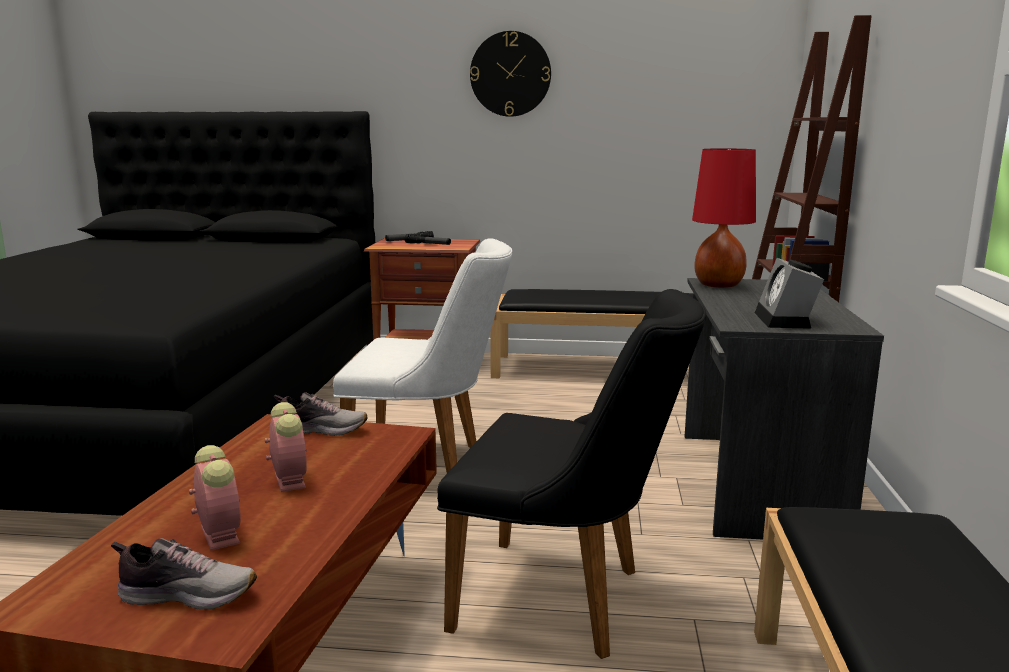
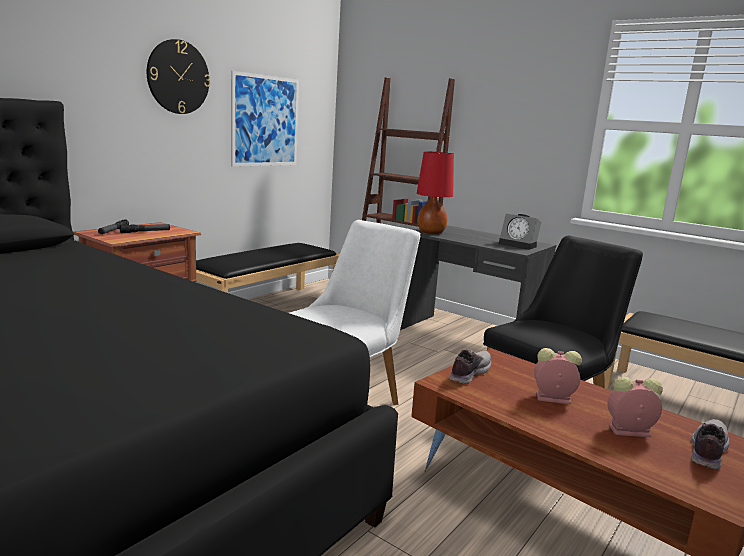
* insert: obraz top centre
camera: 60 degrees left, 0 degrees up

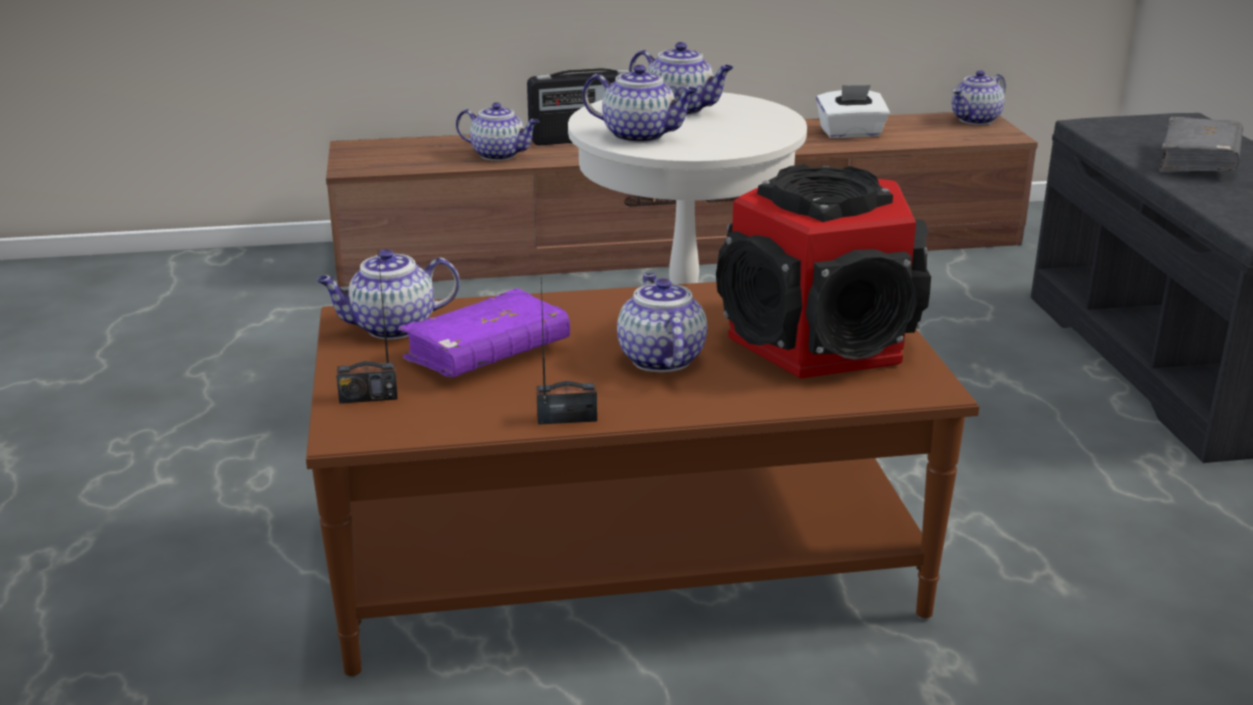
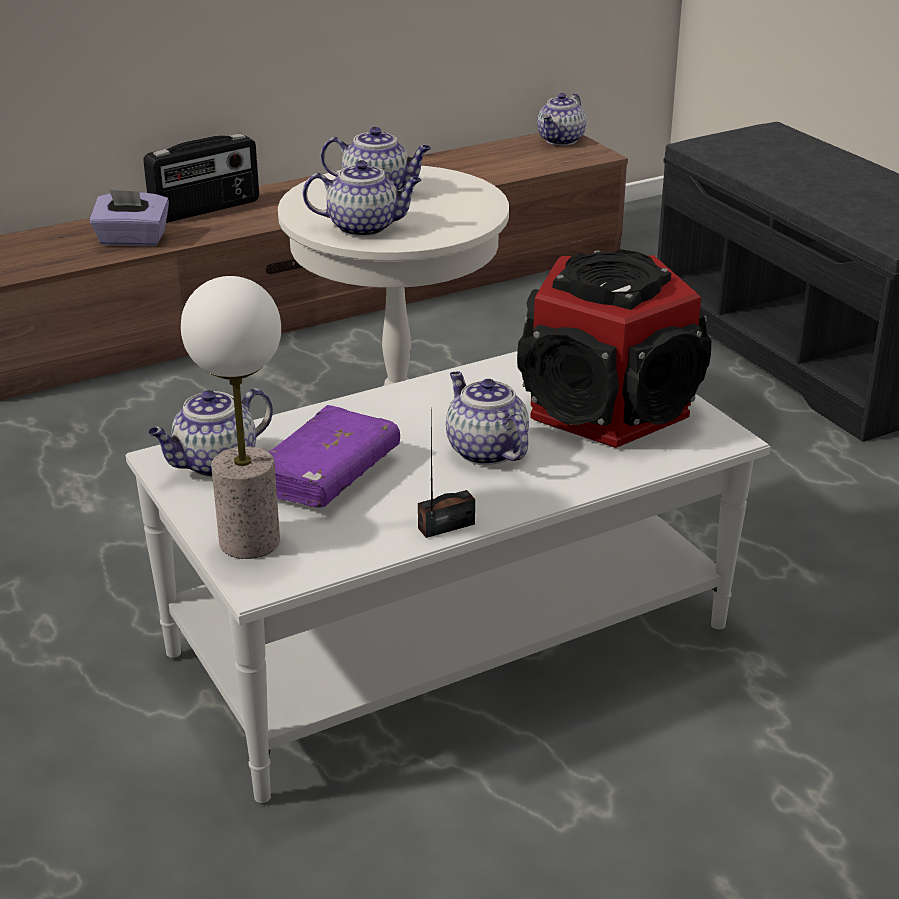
* delete: pudełko chusteczek [biały] top right
* delete: książka [szary] top right
* replace: radio (1st from left) middle left to lampa stołowa middle left
* replace: imbryk (2nd from left) top centre to pudełko chusteczek [fioletowy] top left
* recolor: ława [brązowy] bottom centre to ława [biały] centre
camera: 20 degrees left, 5 degrees up

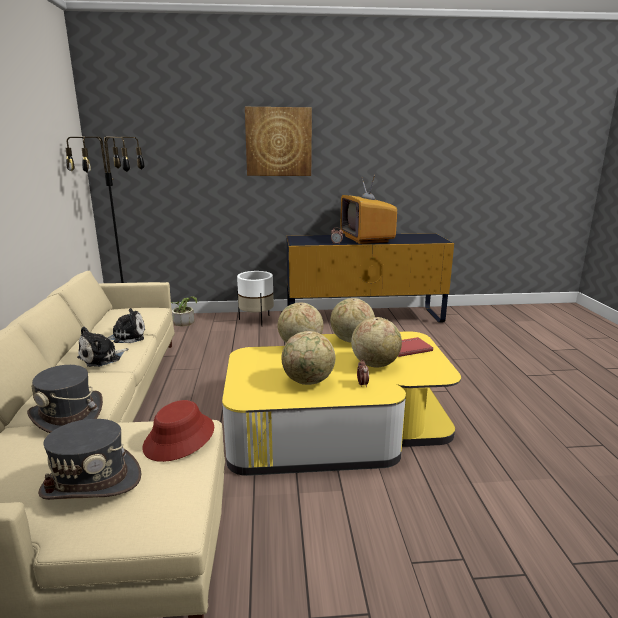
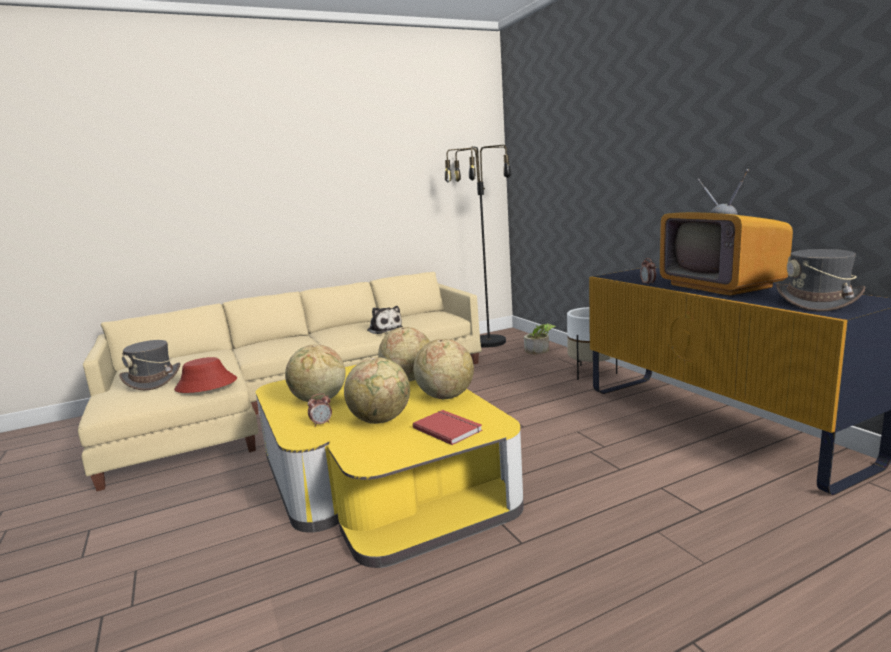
* delete: pluszak (1st from left) middle left
* delete: obraz top centre
* move: kapelusz [szary] (1st from left in the first image) middle left to kapelusz [szary] (2nd from left) middle right
* rotate: telewizor centre = middle right 75 degrees counterclockwise
camera: 70 degrees right, 5 degrees down

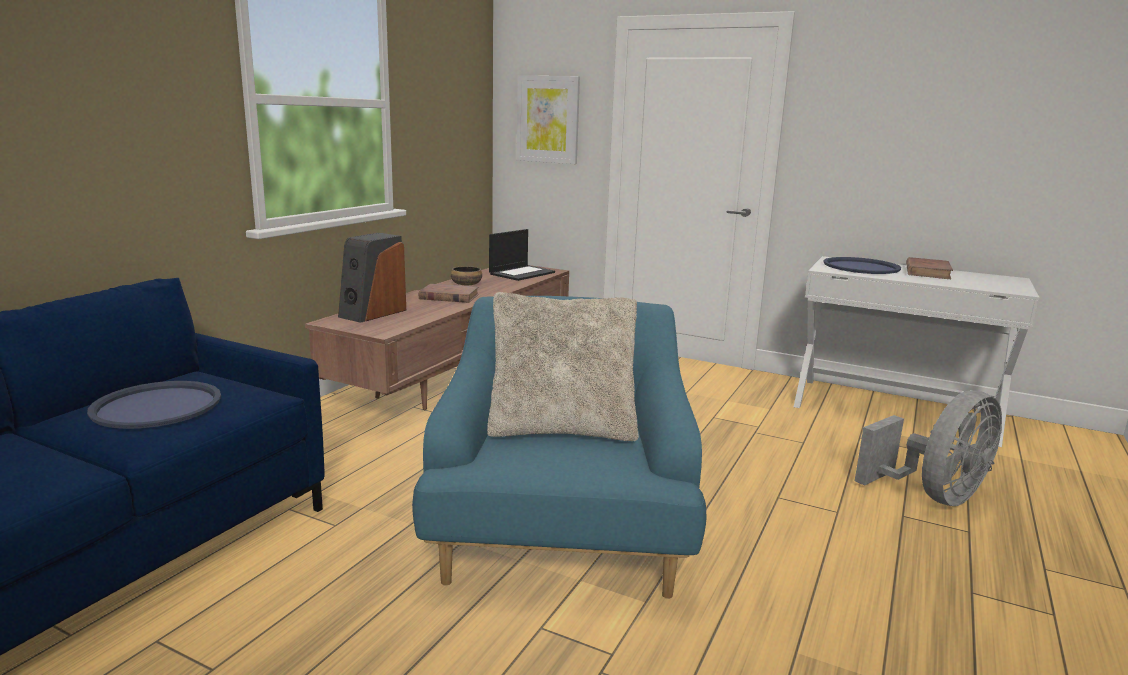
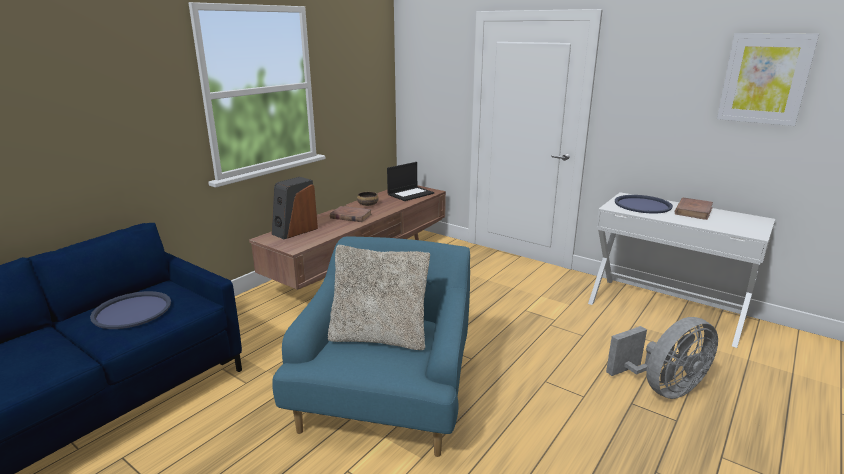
* move: obraz top centre to top right
camera: 10 degrees right, 5 degrees up

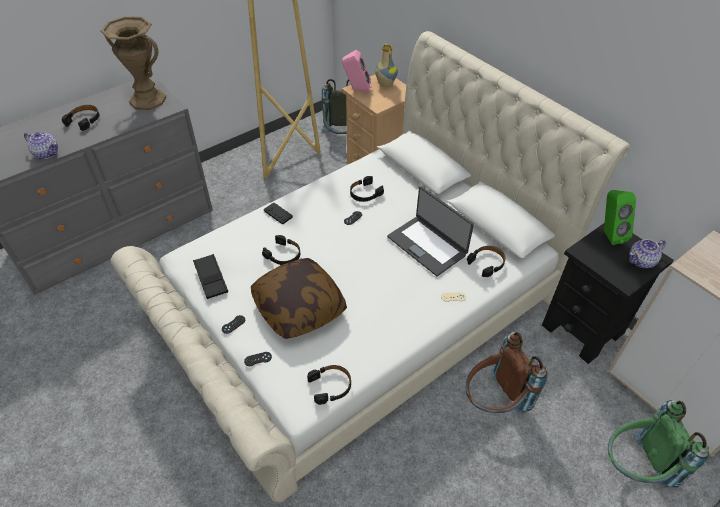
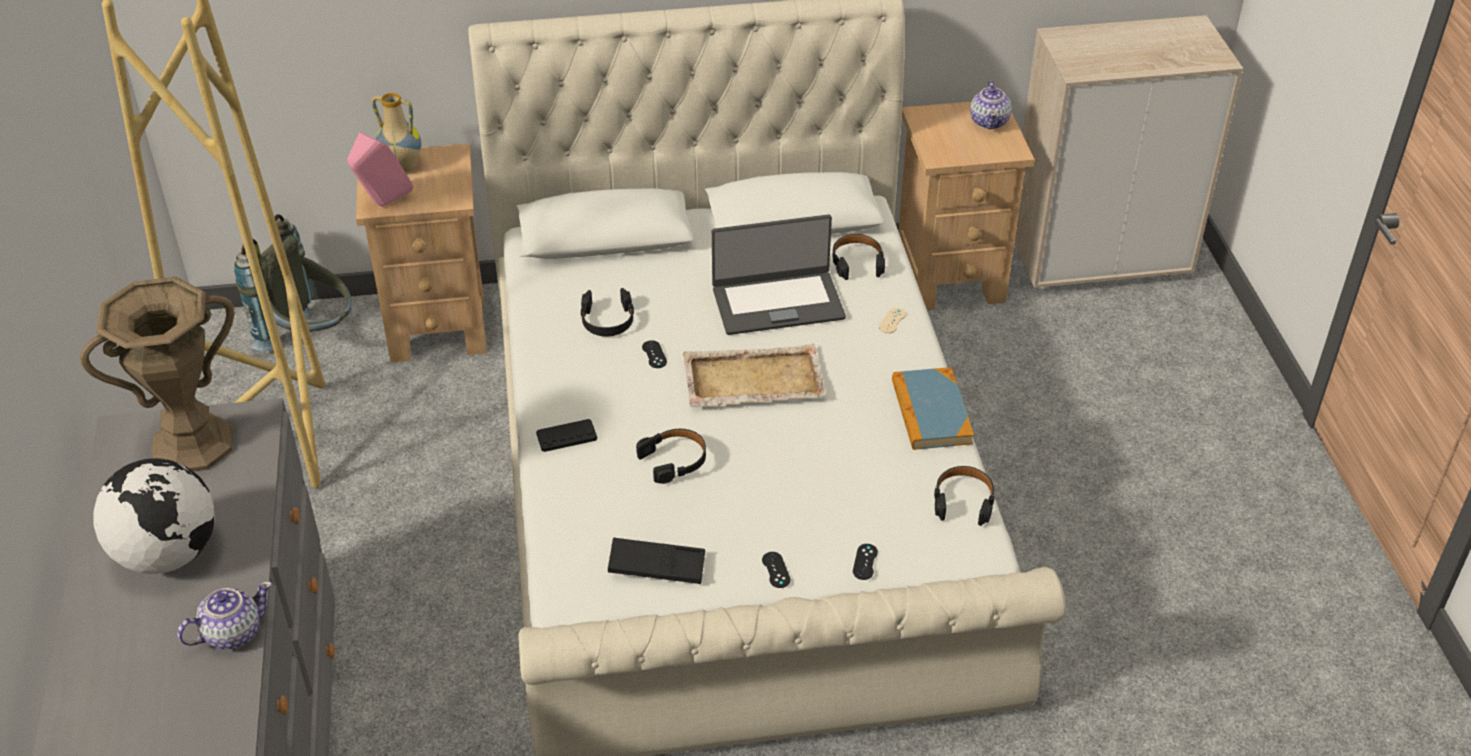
* delete: poduszka centre
* delete: plecak [brązowy] bottom right
* delete: głośnik [zielony] middle right
* delete: plecak [zielony] bottom right
* insert: taca [beżowy] centre
* insert: książka centre
* replace: słuchawki [czarny] (1st from left) top left to globus bottom left
* recolor: szafka nocna [czarny] middle right to szafka nocna [beżowy] (2nd from left) top centre
camera: 60 degrees left, 5 degrees down

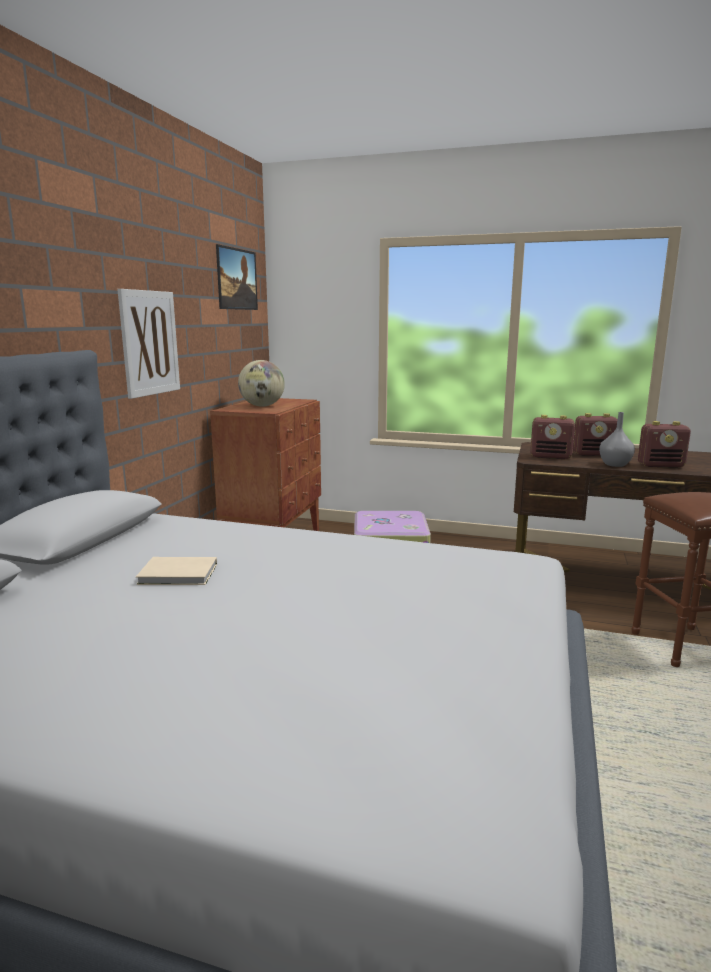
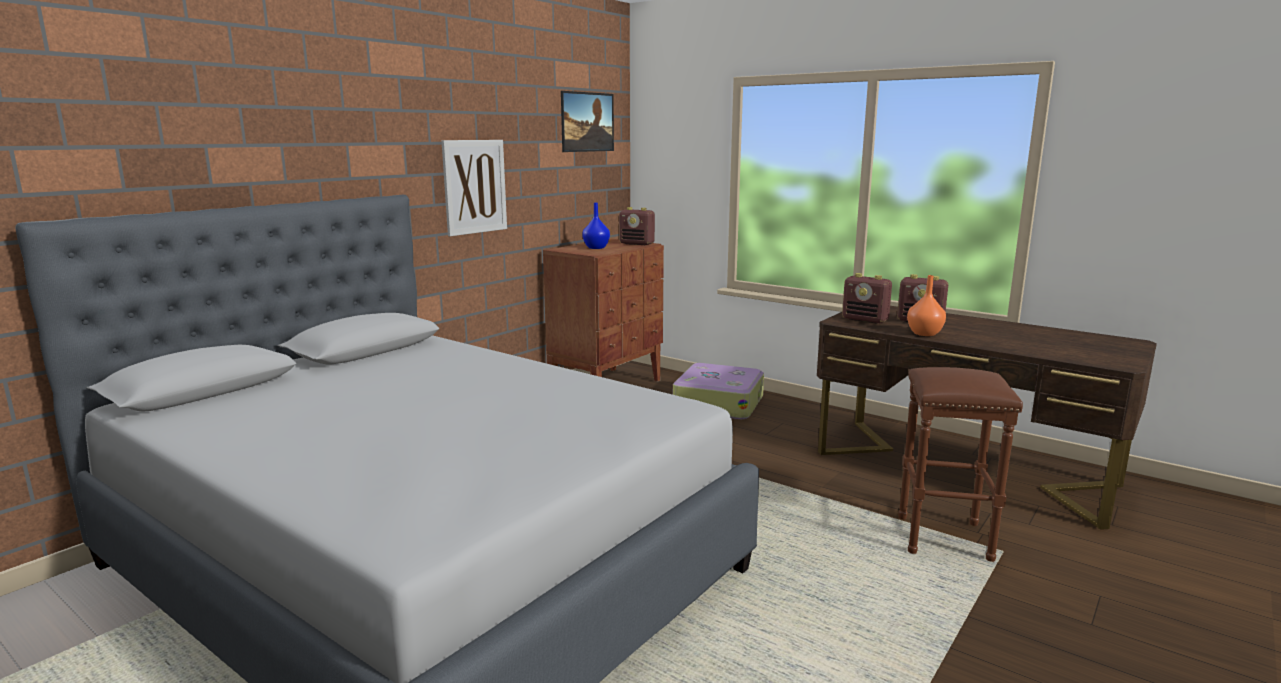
* delete: książka [beżowy] middle left
* move: radio (3rd from left in the first image) middle right to radio (1st from left) top centre
* replace: globus centre to wazon [niebieski] top centre
* recolor: wazon [szary] middle right to wazon [pomarańczowy] middle right
camera: 20 degrees right, 0 degrees up

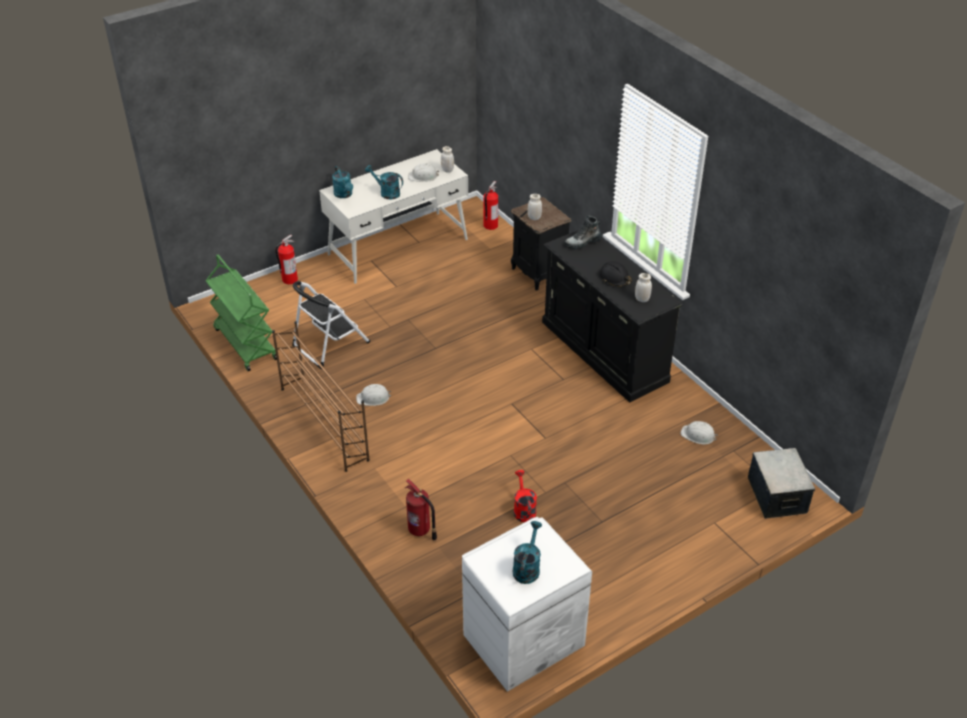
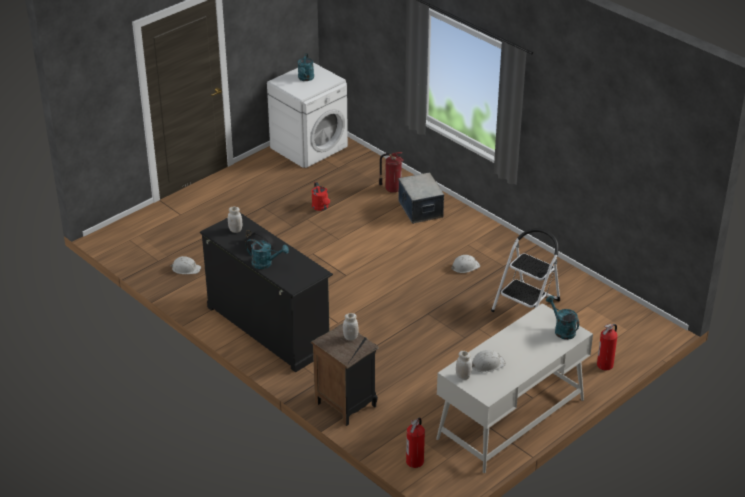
* delete: wózek [zielony] middle left
* delete: regał na buty [brązowy] middle left
* delete: but z cholewką top centre
* move: konewka [turkusowy] (2nd from left in the first image) top centre to konewka [turkusowy] (1st from left) centre
* move: pojemnik do przechowywania bottom right to centre
camera: 170 degrees right, 5 degrees down

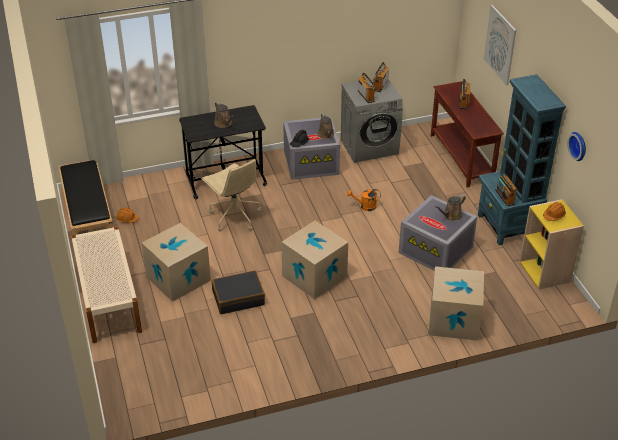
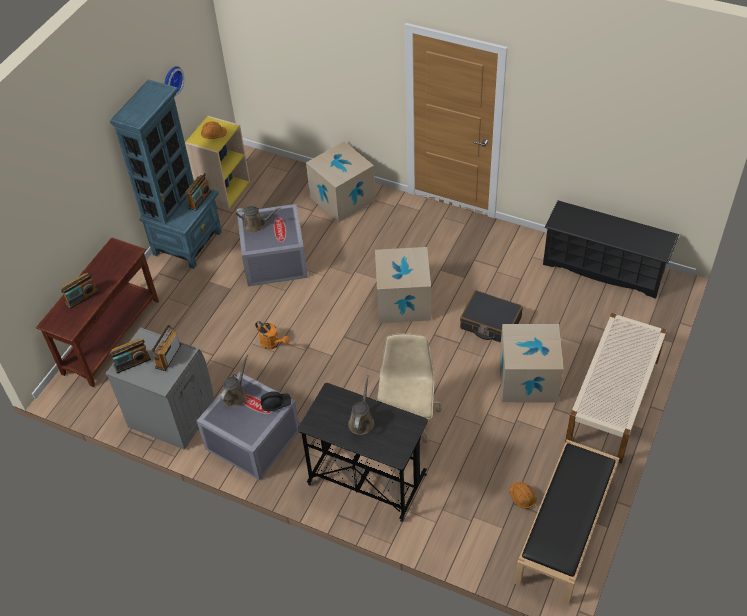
* delete: obraz top right
* insert: regał na buty [czarny] middle right
camera: 135 degrees left, 10 degrees up

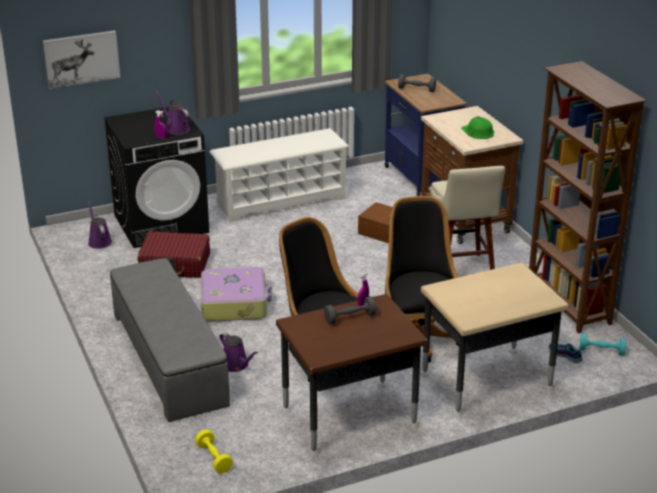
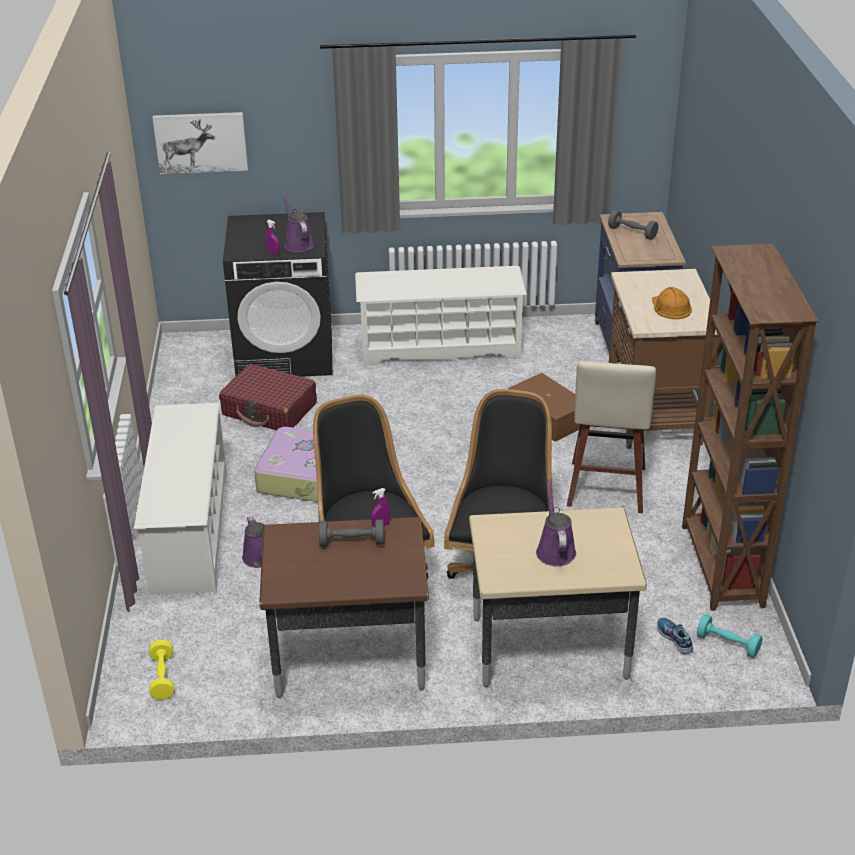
* move: konewka [fioletowy] (1st from left in the first image) middle left to konewka [fioletowy] (3rd from left) centre
* replace: ławka [szary] bottom left to regał na buty [biały] (1st from left) middle left
* recolor: kask [zielony] top right to kask [pomarańczowy] middle right
camera: 20 degrees right, 5 degrees up

